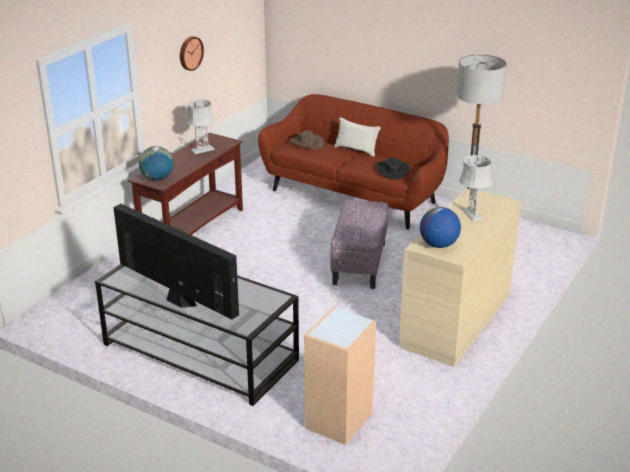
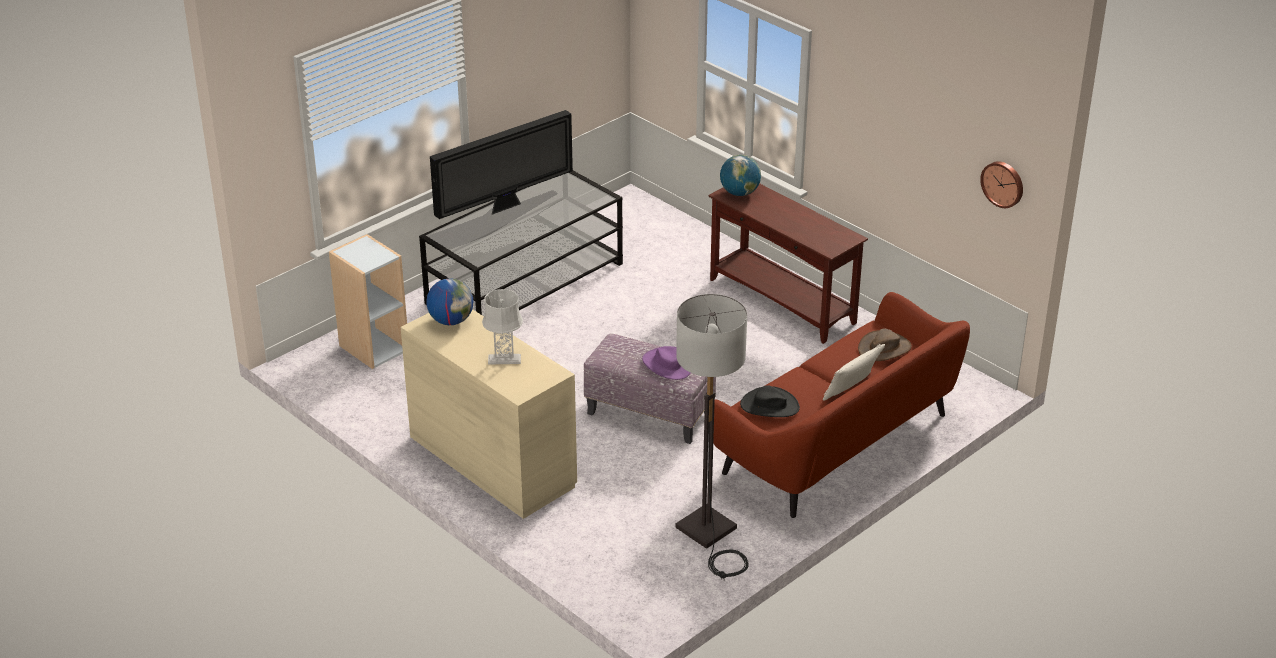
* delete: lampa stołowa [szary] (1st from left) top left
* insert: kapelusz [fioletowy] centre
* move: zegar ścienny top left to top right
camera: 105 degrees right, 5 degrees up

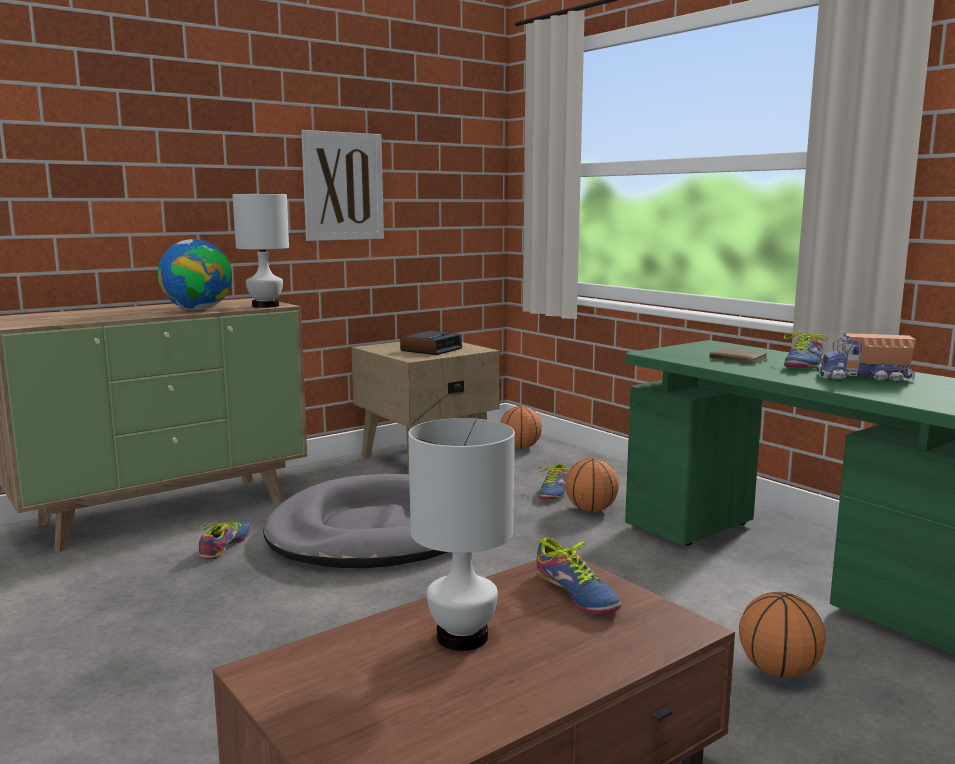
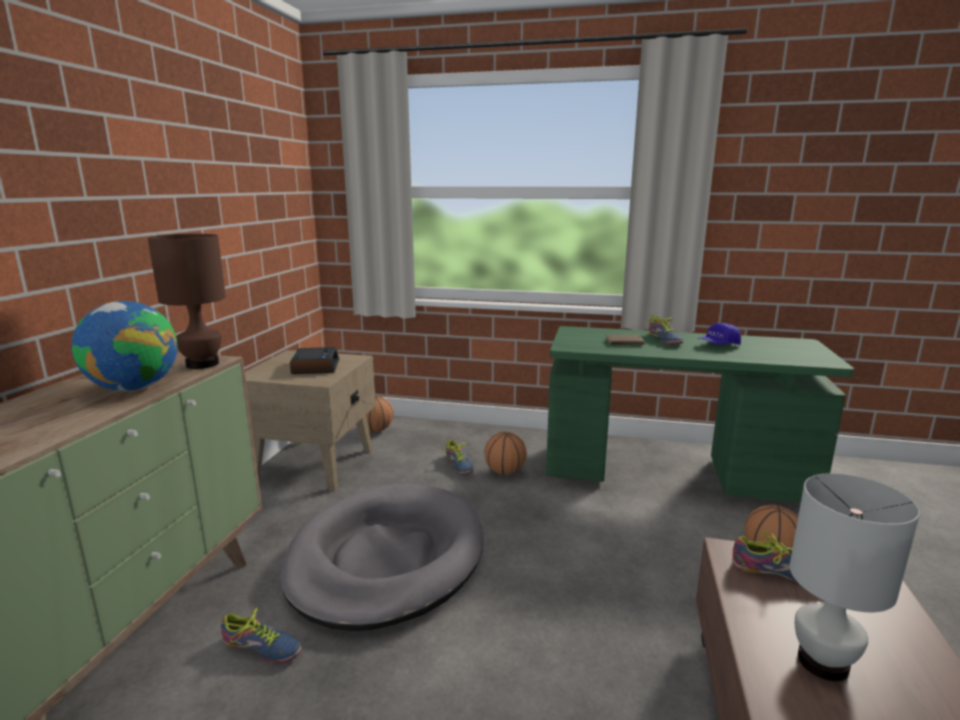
* delete: obraz top centre
* replace: ciężarówka zabawkowa middle right to czapka z daszkiem [niebieski] middle right
* recolor: lampa stołowa [biały] (1st from left) top left to lampa stołowa [brązowy] middle left
* rotate: but (1st from left) bottom left = bottom left 135 degrees clockwise
camera: 40 degrees left, 5 degrees up

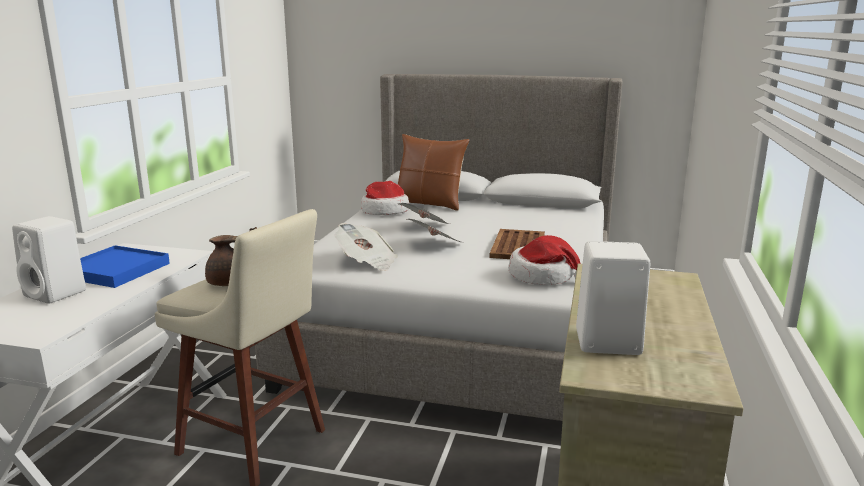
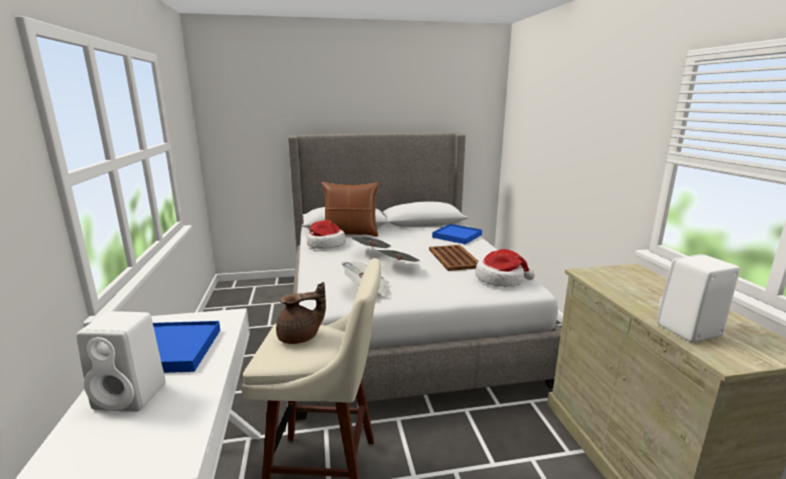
* insert: taca [niebieski] (2nd from left) centre
camera: 25 degrees left, 0 degrees up

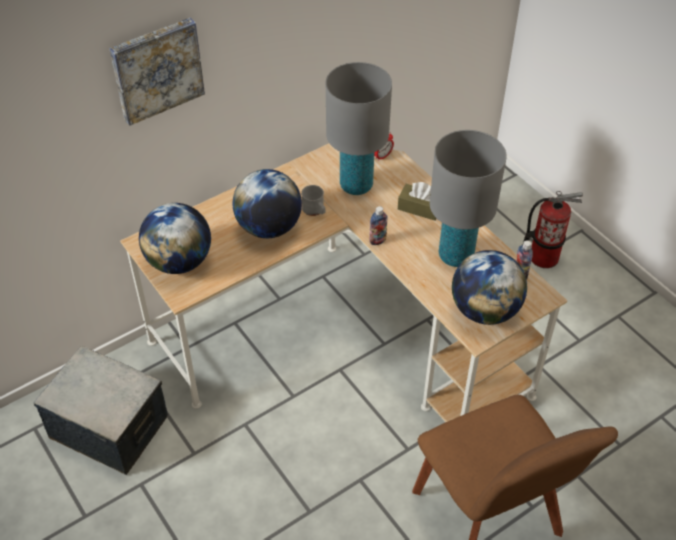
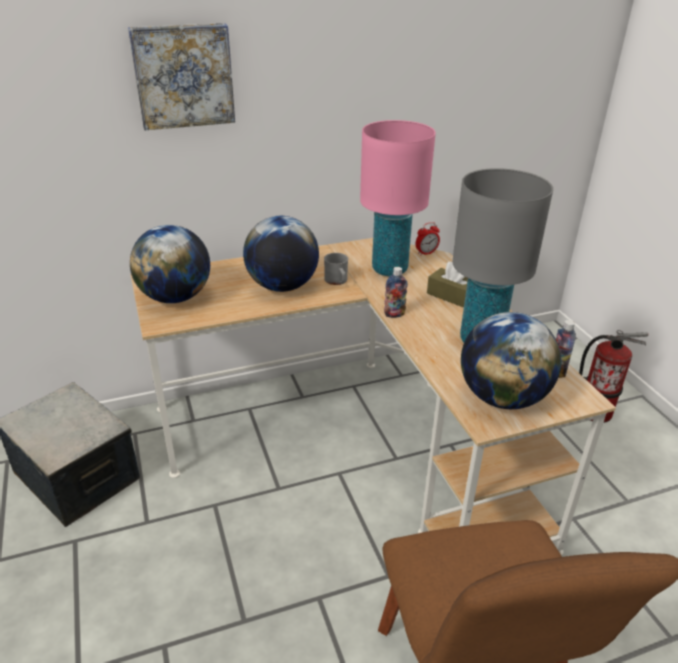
* recolor: lampa stołowa [szary] (1st from left) top centre to lampa stołowa [różowy] top centre
camera: 15 degrees right, 15 degrees down

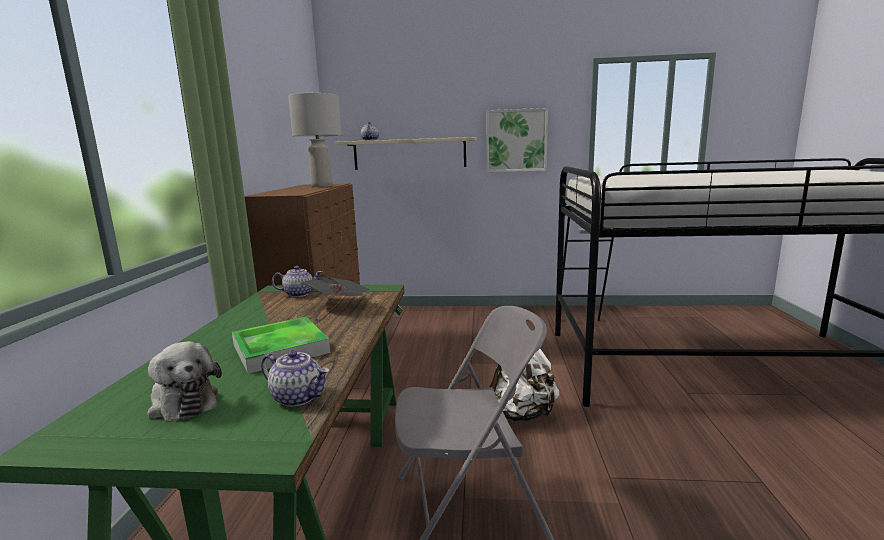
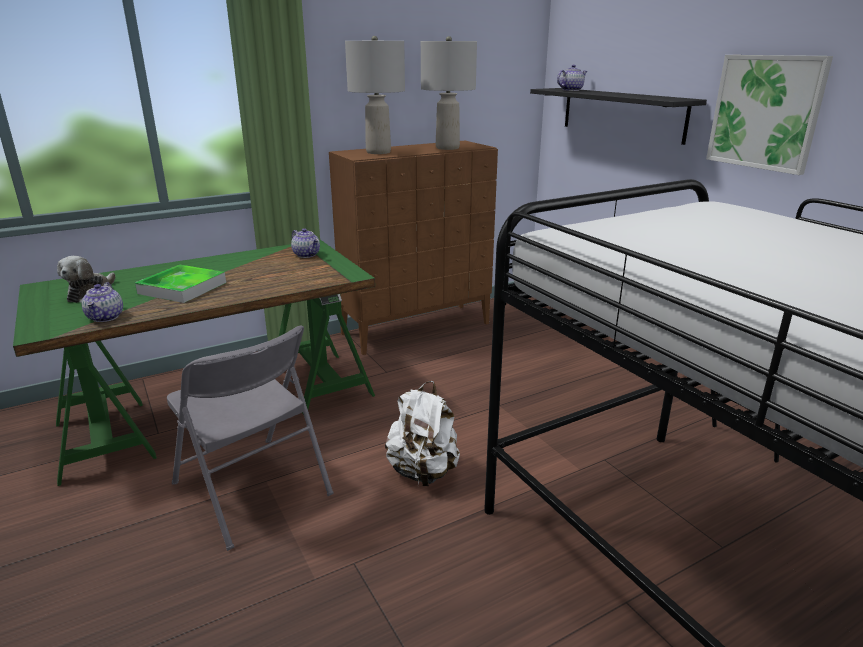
* delete: gazeta centre
* insert: lampa stołowa [szary] (1st from left) top centre
* recolor: półka [beżowy] top centre to półka [czarny] top right
camera: 55 degrees right, 10 degrees up

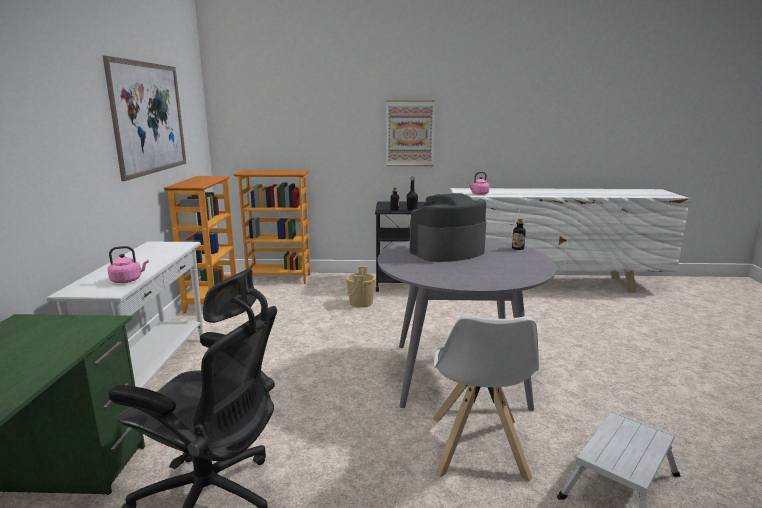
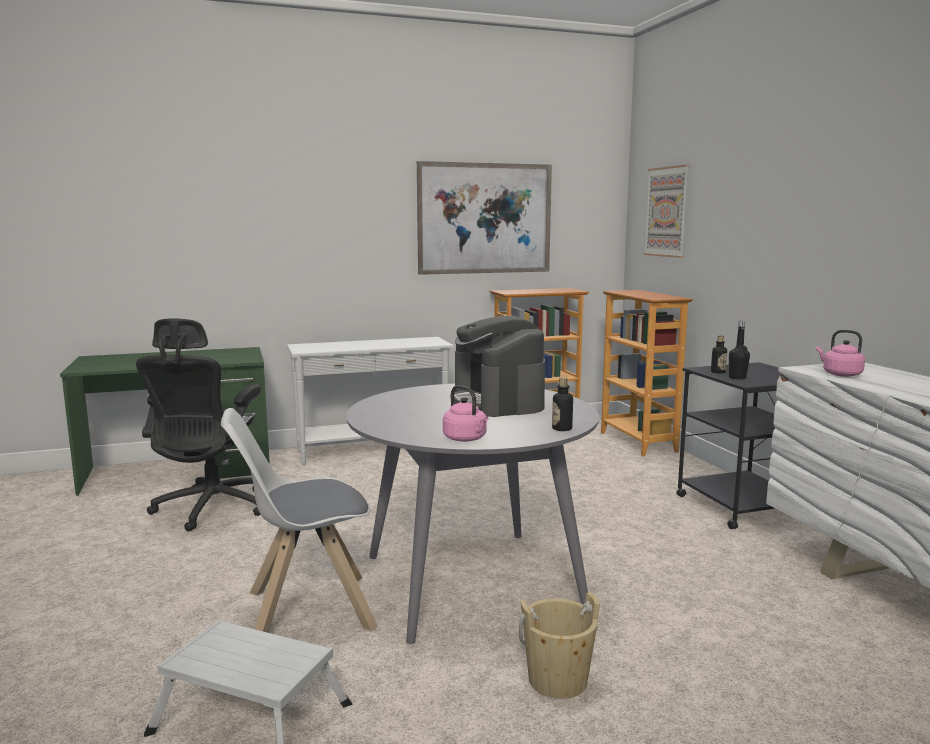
* move: czajnik [różowy] (1st from left) middle left to centre
* move: wiadro [beżowy] centre to bottom centre
* move: obraz (2nd from left) top centre to top right
* rotate: ekspres do kawy centre = centre 150 degrees counterclockwise
camera: 70 degrees right, 5 degrees down

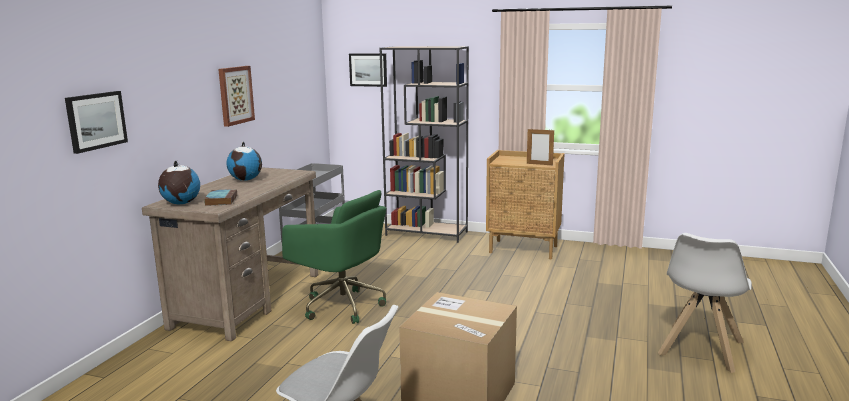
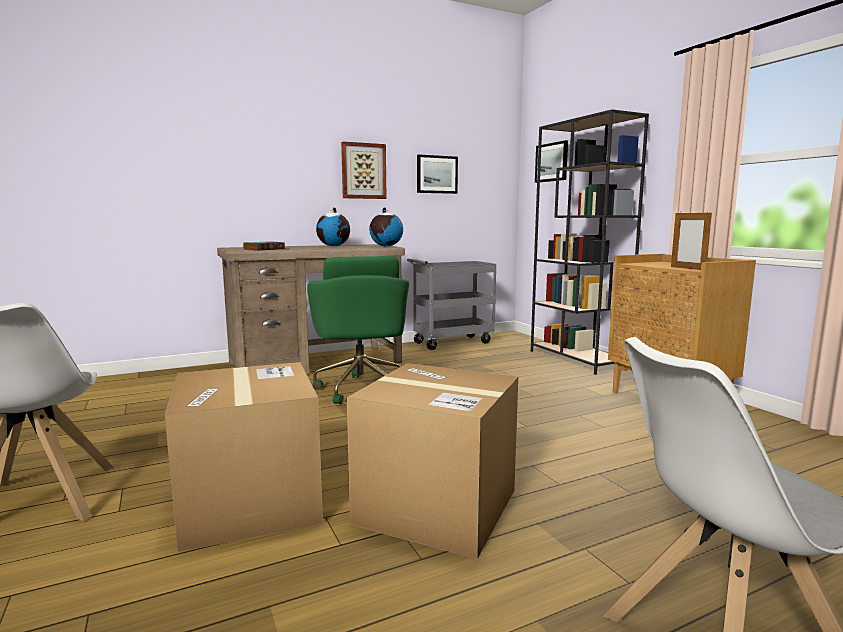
* insert: karton (2nd from left) bottom centre
* move: obraz (1st from left in the first image) top left to obraz (2nd from left) top centre
* move: globus (1st from left in the first image) middle left to globus (2nd from left) centre
camera: 45 degrees right, 5 degrees down

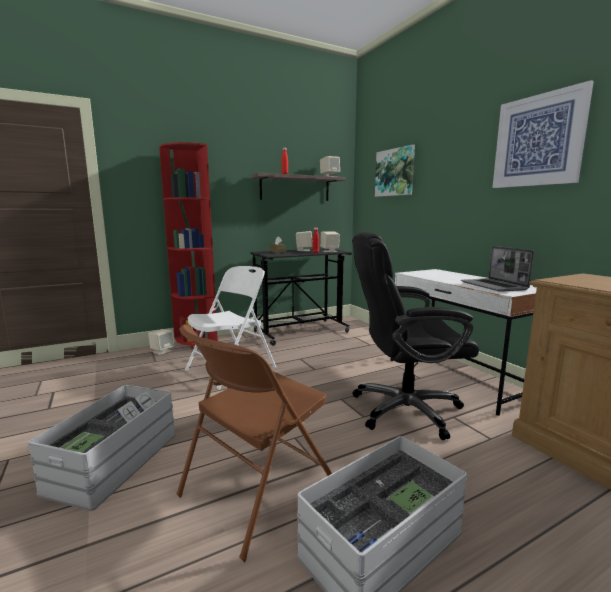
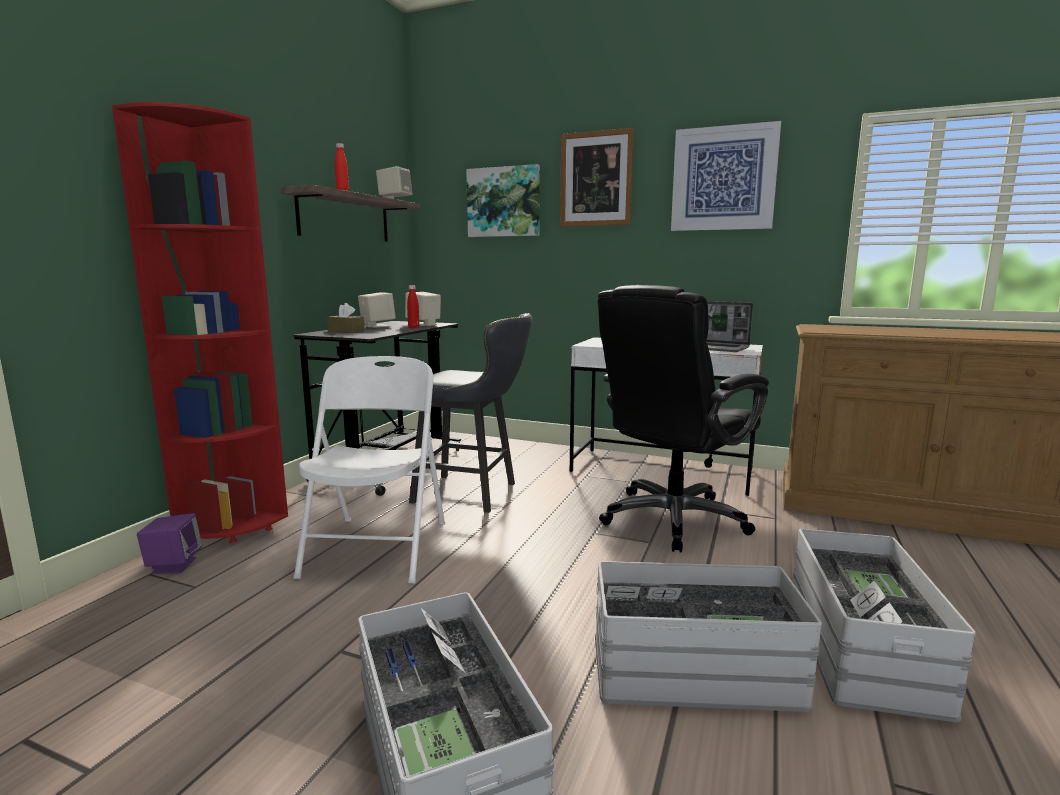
* insert: stołek [szary] centre
* insert: obraz (2nd from left) top centre
* replace: krzesło [brązowy] bottom centre to pojemnik do przechowywania [szary] (2nd from left) bottom right
* recolor: głośnik [beżowy] (1st from left) middle left to głośnik [fioletowy] bottom left
camera: 40 degrees left, 0 degrees up

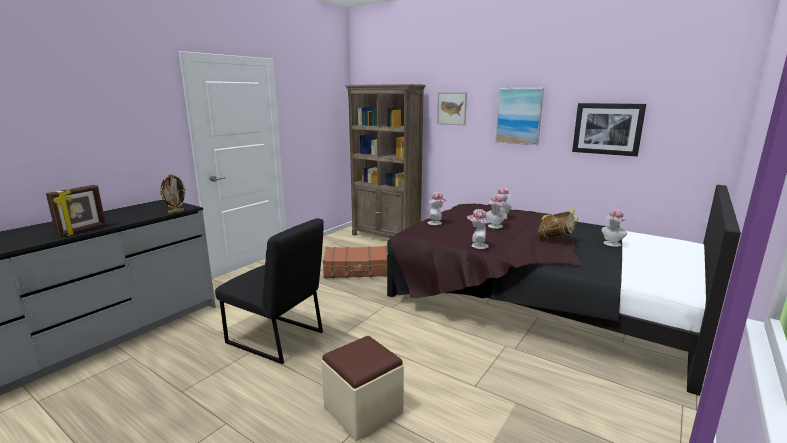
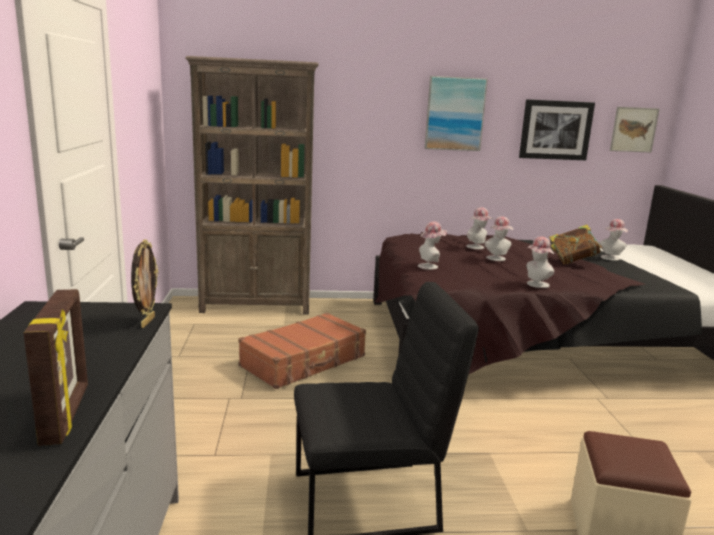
* move: obraz (1st from left in the first image) top centre to obraz (3rd from left) top right
camera: 40 degrees left, 0 degrees up

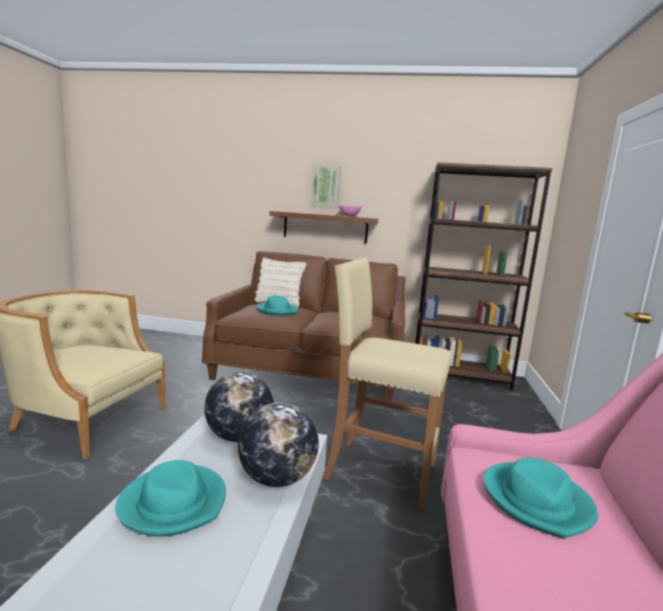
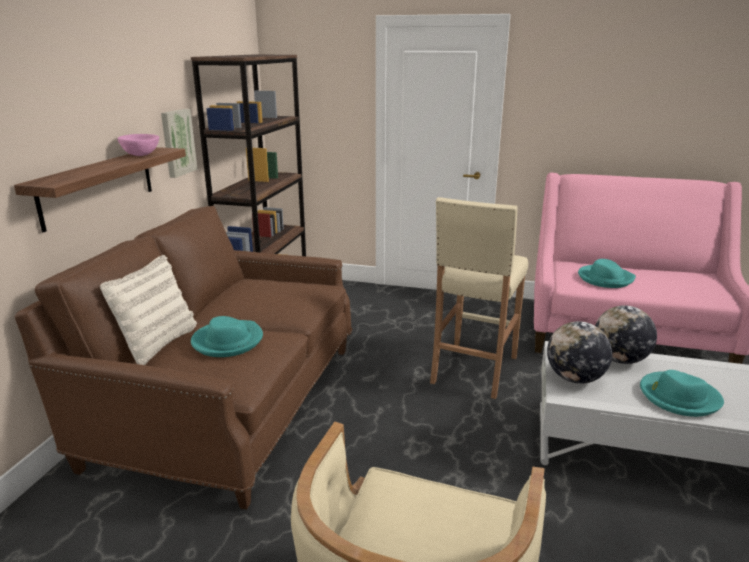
* move: obraz top centre to top left
camera: 85 degrees left, 10 degrees up

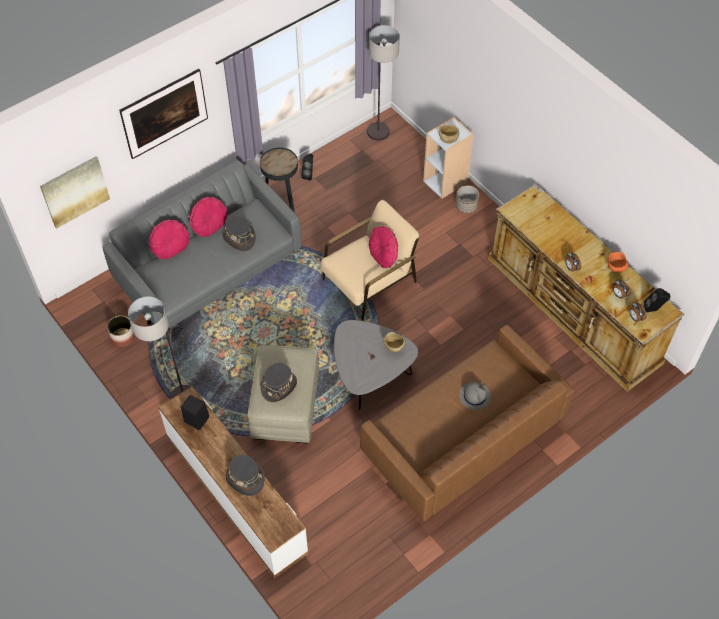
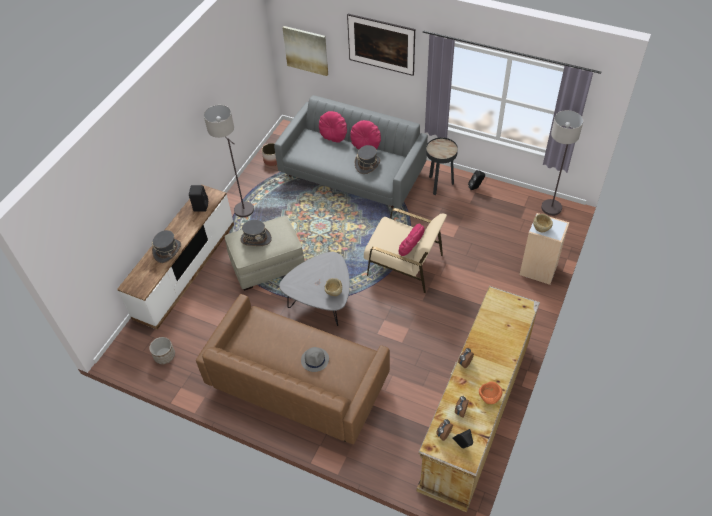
* move: donica (2nd from left in the first image) top centre to donica (1st from left) bottom left
camera: 65 degrees right, 5 degrees down

